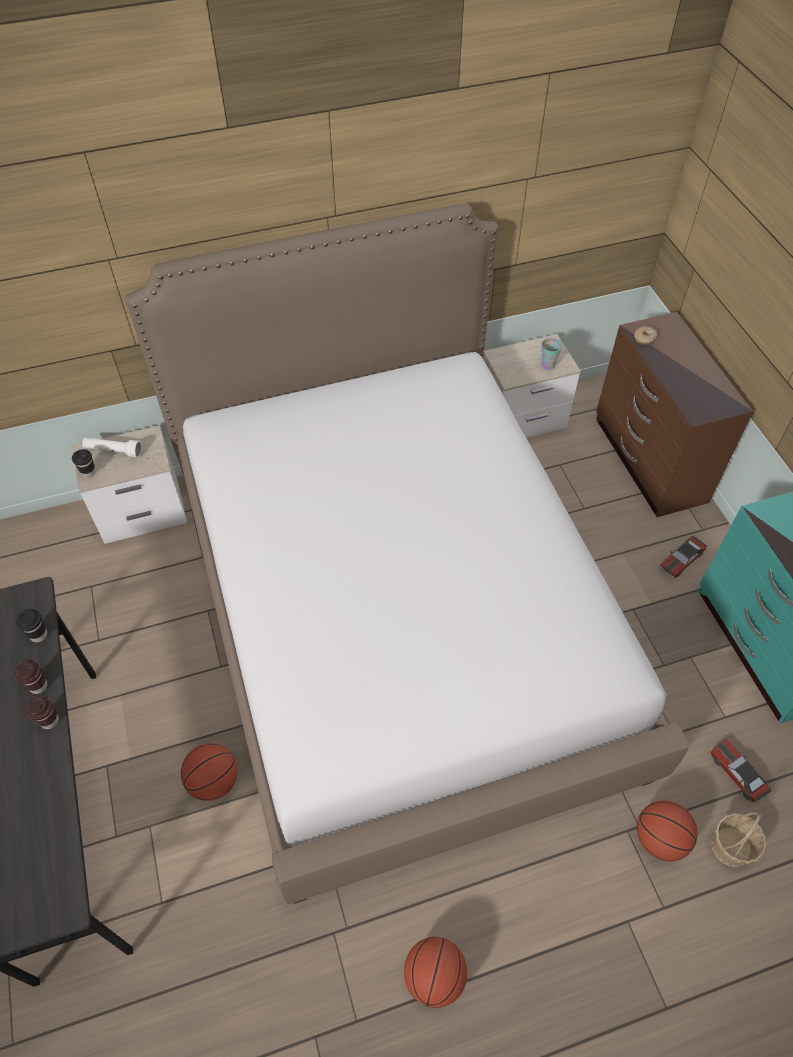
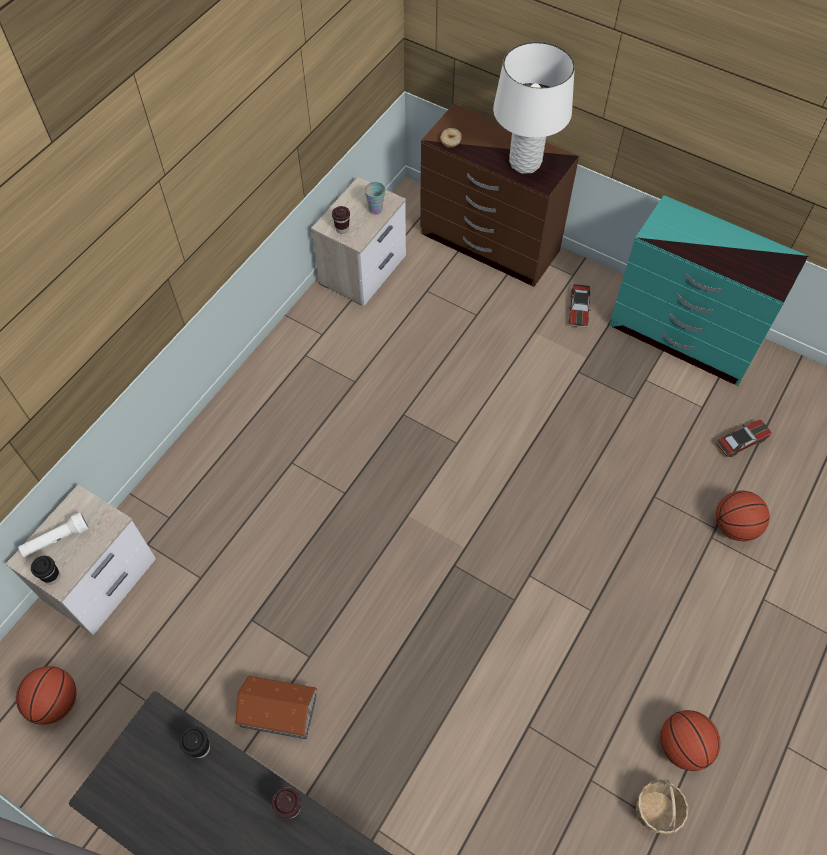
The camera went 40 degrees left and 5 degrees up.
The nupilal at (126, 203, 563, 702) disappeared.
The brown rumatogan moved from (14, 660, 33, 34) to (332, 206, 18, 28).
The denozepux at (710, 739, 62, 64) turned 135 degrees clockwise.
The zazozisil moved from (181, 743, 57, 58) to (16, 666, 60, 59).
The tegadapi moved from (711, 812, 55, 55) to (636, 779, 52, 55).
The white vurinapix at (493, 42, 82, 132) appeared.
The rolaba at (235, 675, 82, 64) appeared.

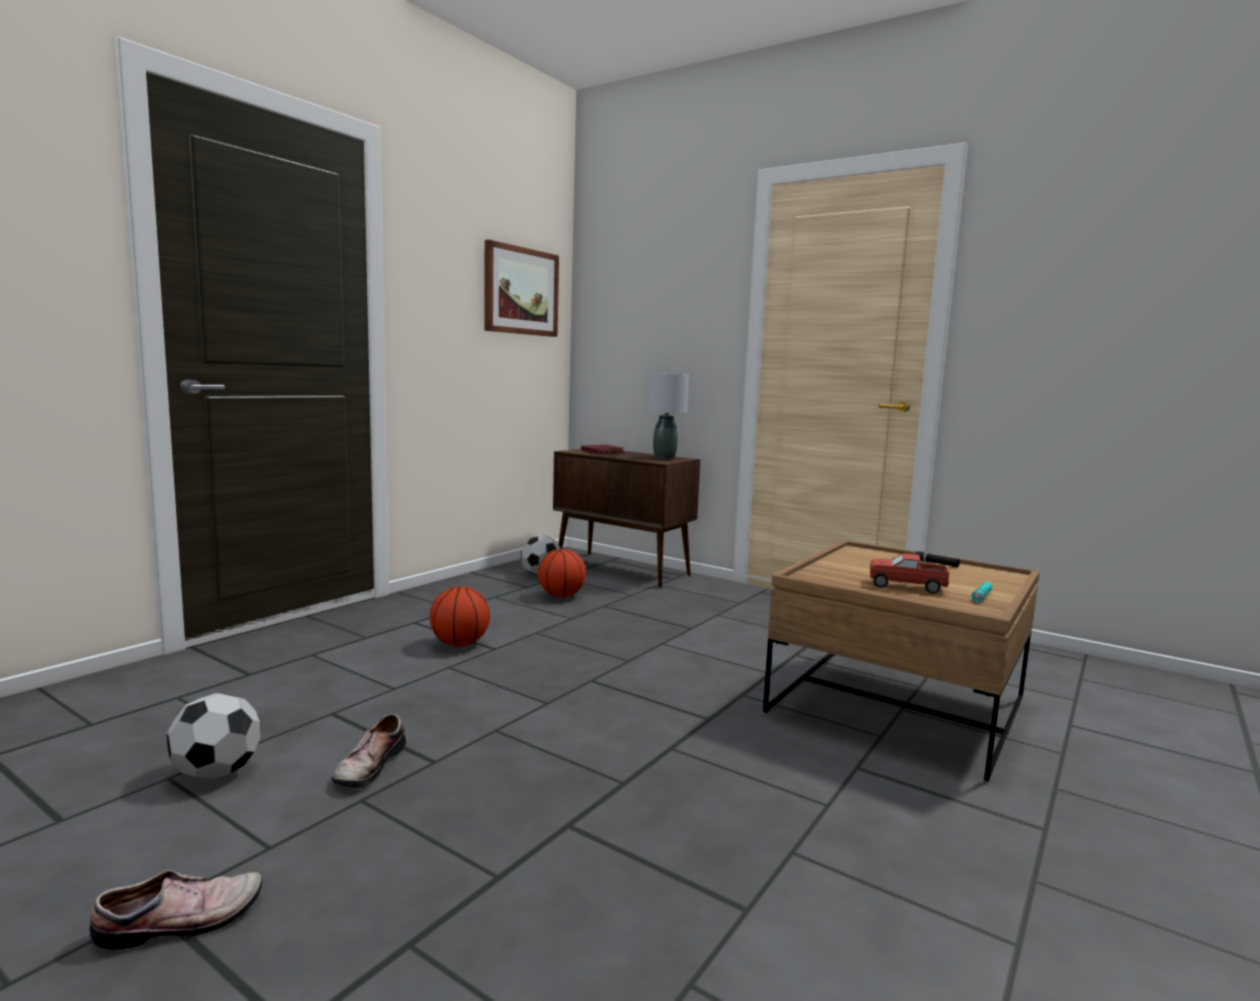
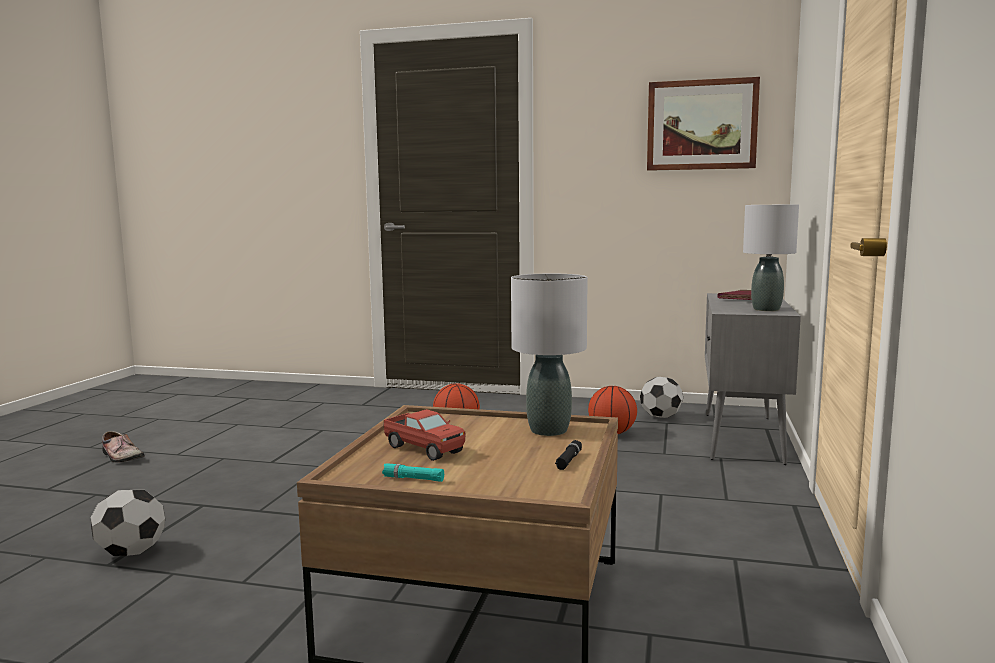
The camera went 70 degrees right and 0 degrees up.
The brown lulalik at (553, 449, 147, 139) became the grey lulalik at (705, 293, 96, 172).
The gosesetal at (870, 554, 79, 40) turned 135 degrees clockwise.
The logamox moved from (166, 693, 95, 87) to (90, 490, 75, 66).
The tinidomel at (332, 714, 74, 74) disappeared.
The grey vurinapix at (511, 274, 77, 162) appeared.

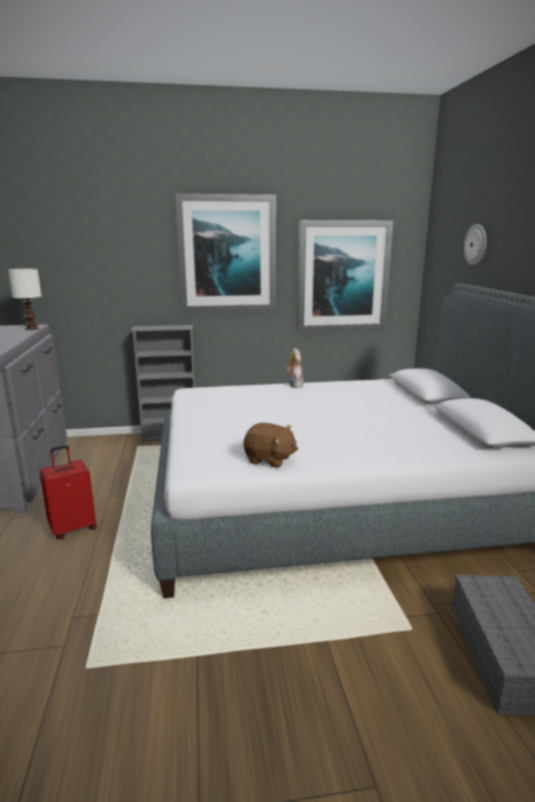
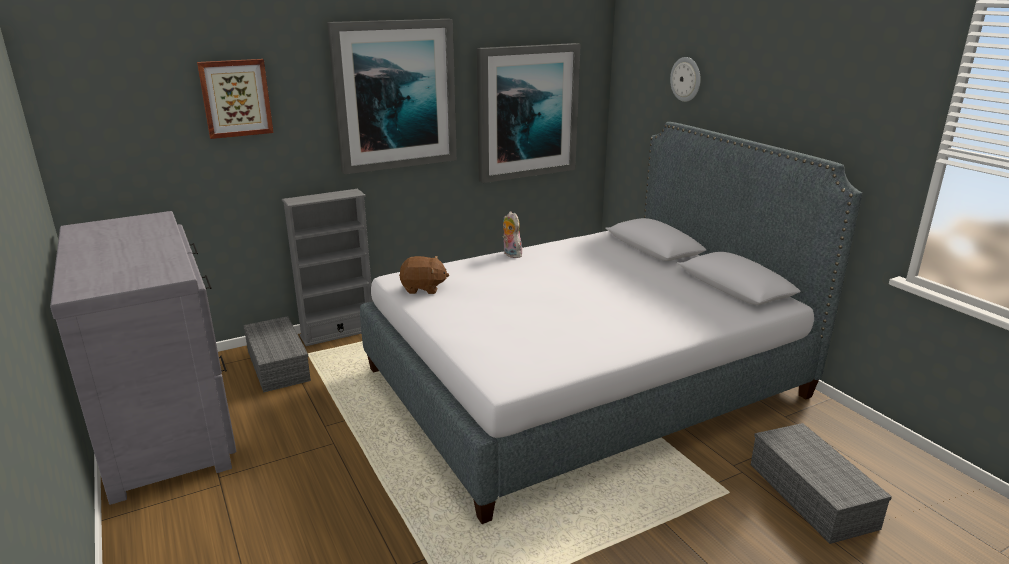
The camera went 20 degrees left and 5 degrees up.
The white vurinapix at (8, 269, 33, 61) disappeared.
The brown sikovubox moved from (243, 423, 55, 45) to (399, 256, 50, 38).
The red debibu at (40, 445, 57, 94) disappeared.
The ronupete at (197, 59, 77, 80) appeared.
The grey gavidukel at (243, 316, 68, 77) appeared.

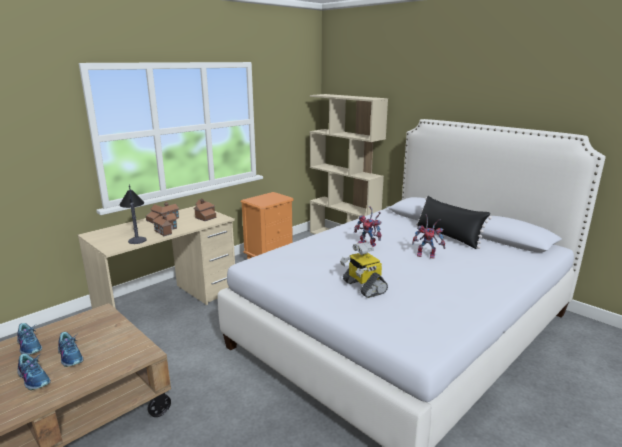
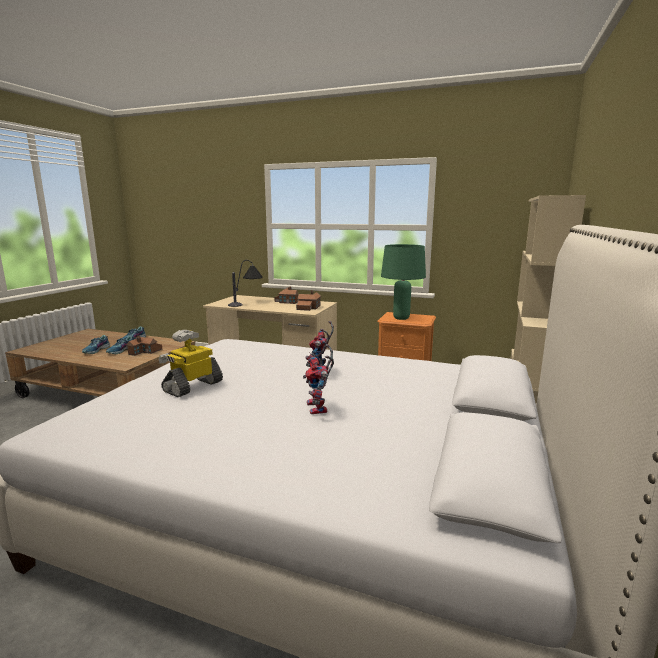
The camera went 65 degrees right and 5 degrees down.
The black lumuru at (416, 196, 76, 53) disappeared.
The rolaba moved from (153, 213, 24, 23) to (126, 336, 36, 20).
The green vurinapix at (381, 244, 45, 76) appeared.

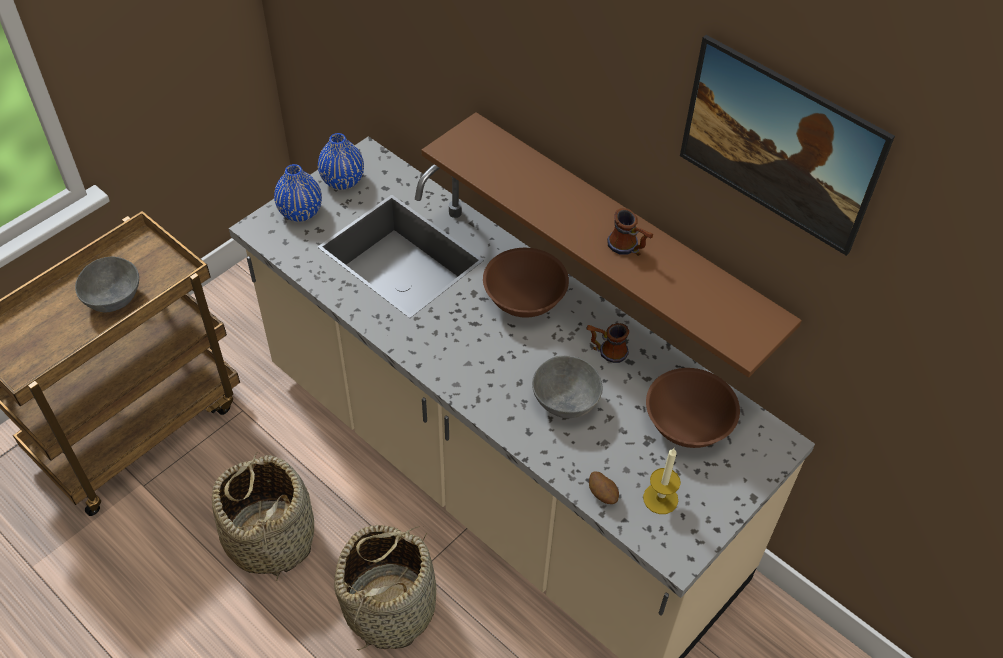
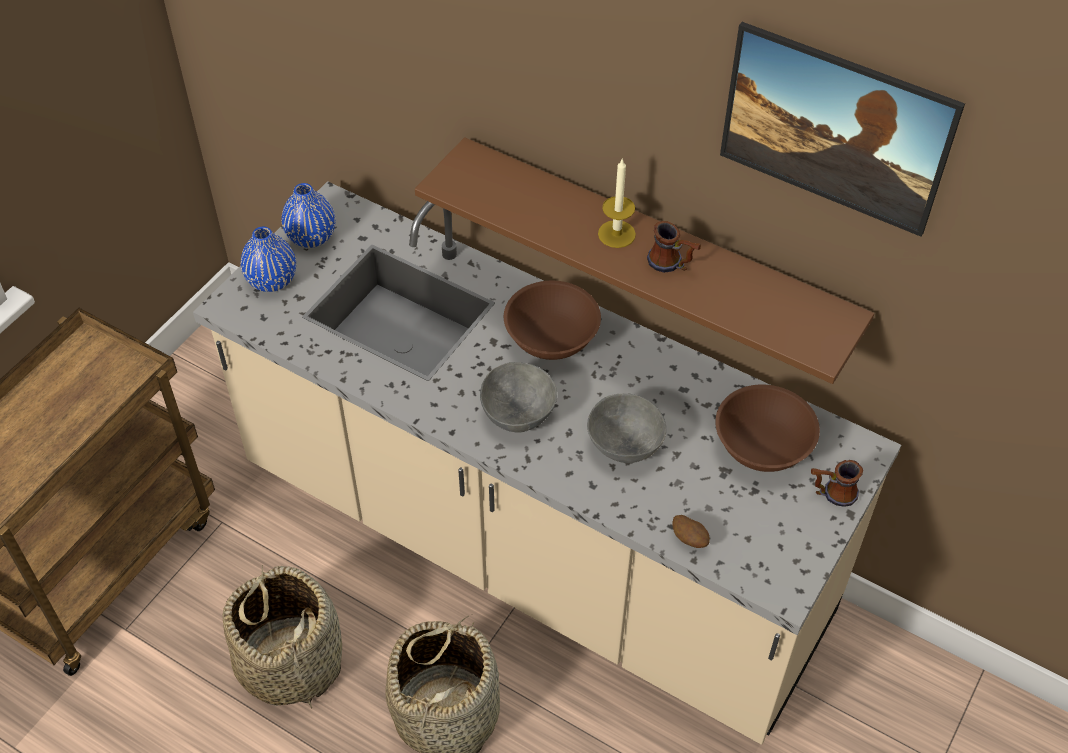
The camera went 10 degrees left and 0 degrees up.
The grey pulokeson moved from (75, 256, 64, 57) to (480, 362, 77, 71).
The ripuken moved from (586, 323, 43, 40) to (811, 460, 52, 47).
The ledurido moved from (643, 448, 38, 66) to (598, 158, 38, 90).

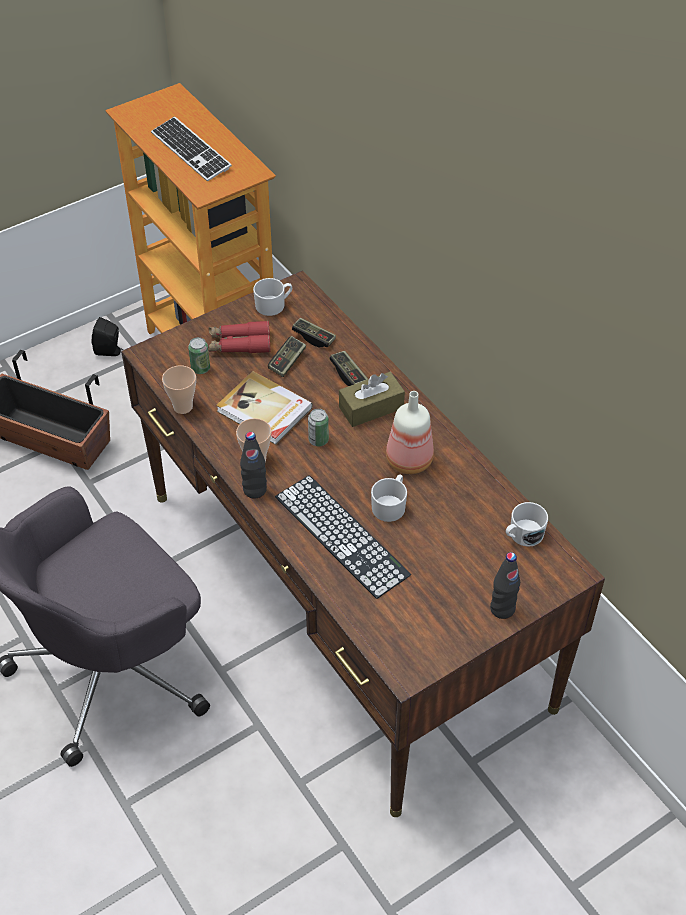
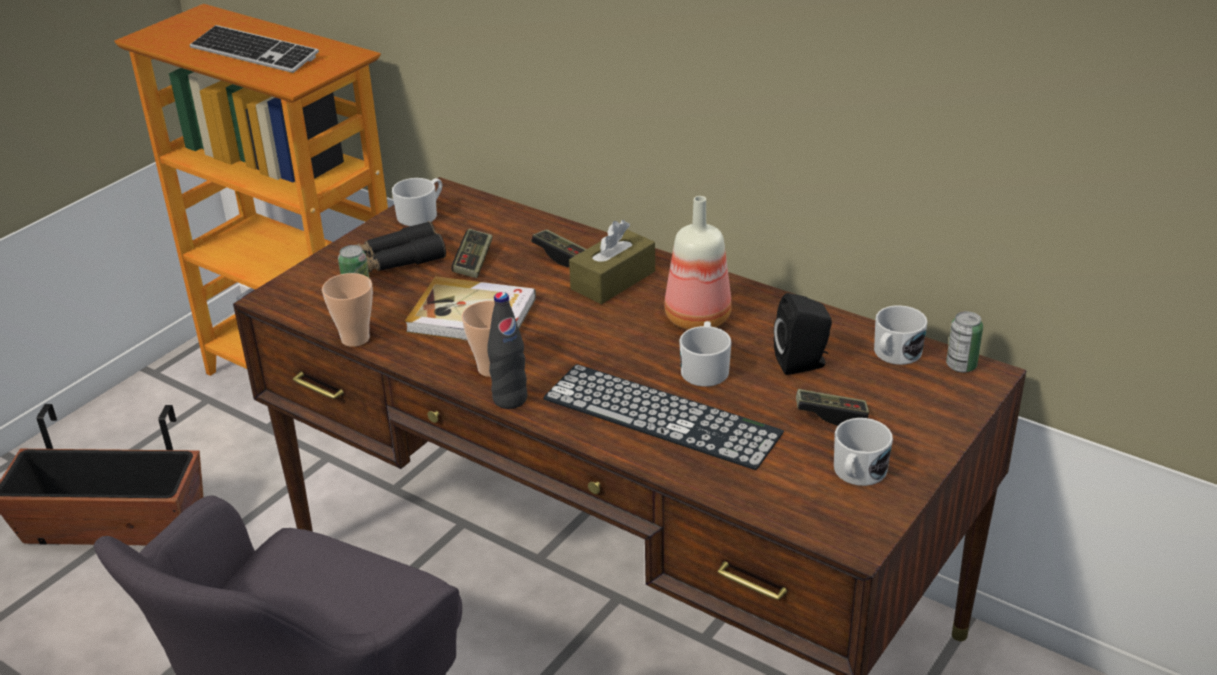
The camera went 20 degrees left and 15 degrees down.
The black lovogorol moved from (92, 317, 31, 39) to (774, 293, 58, 82).
The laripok moved from (292, 318, 44, 29) to (796, 389, 73, 37).
The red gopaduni at (208, 321, 63, 32) became the black gopaduni at (357, 221, 89, 51).
The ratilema moved from (308, 409, 21, 37) to (946, 311, 37, 62).
The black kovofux at (490, 552, 30, 67) disappeared.
The white ripuken at (834, 418, 59, 68) appeared.

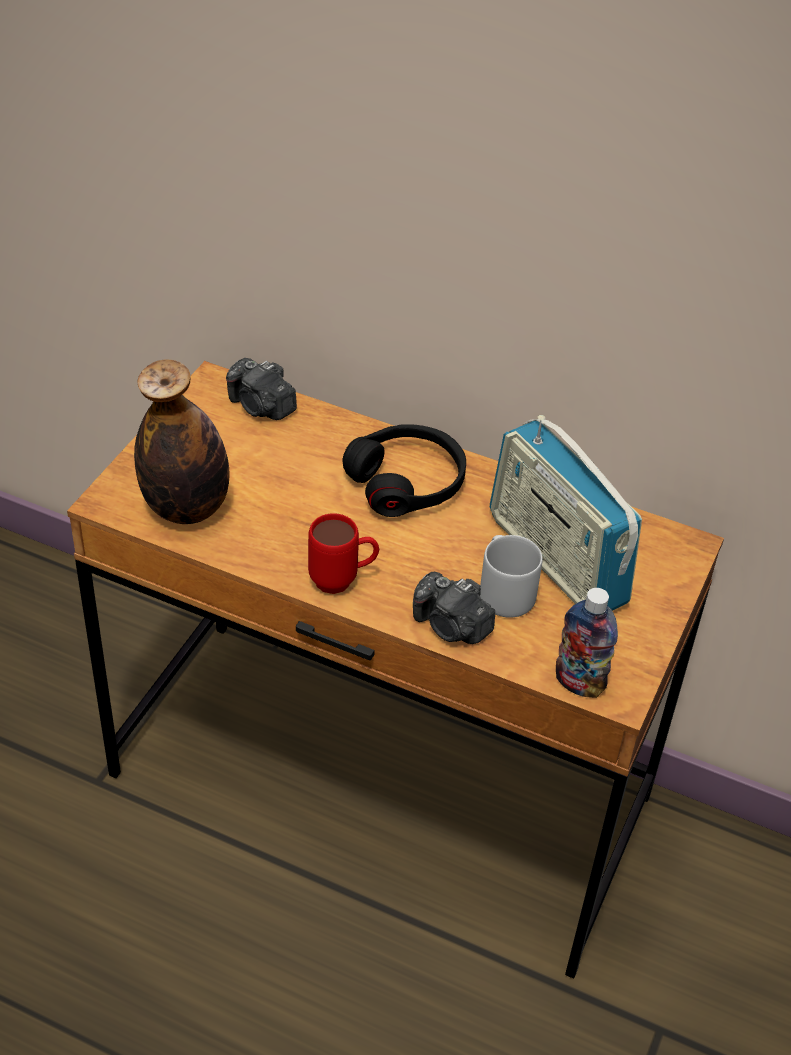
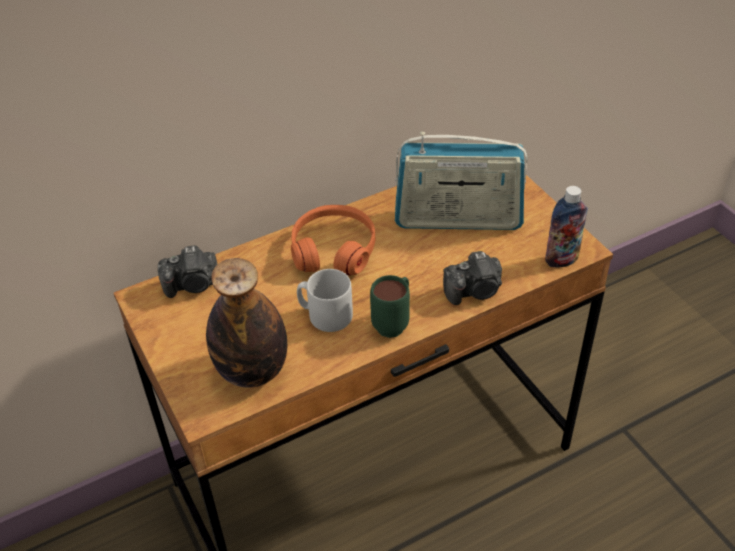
The camera went 50 degrees left and 0 degrees up.
The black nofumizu at (343, 424, 123, 93) became the orange nofumizu at (291, 205, 84, 71).
The red ripuken at (308, 513, 71, 81) became the green ripuken at (370, 275, 40, 63).
The grey ripuken moved from (480, 535, 63, 82) to (297, 269, 56, 63).

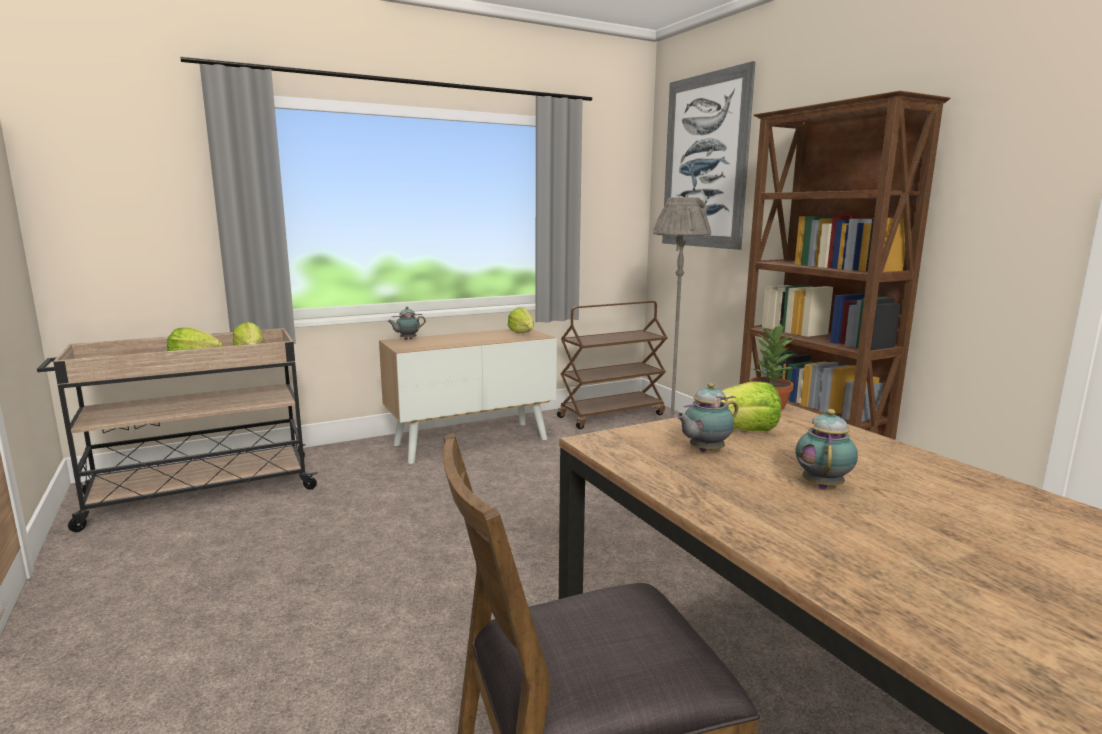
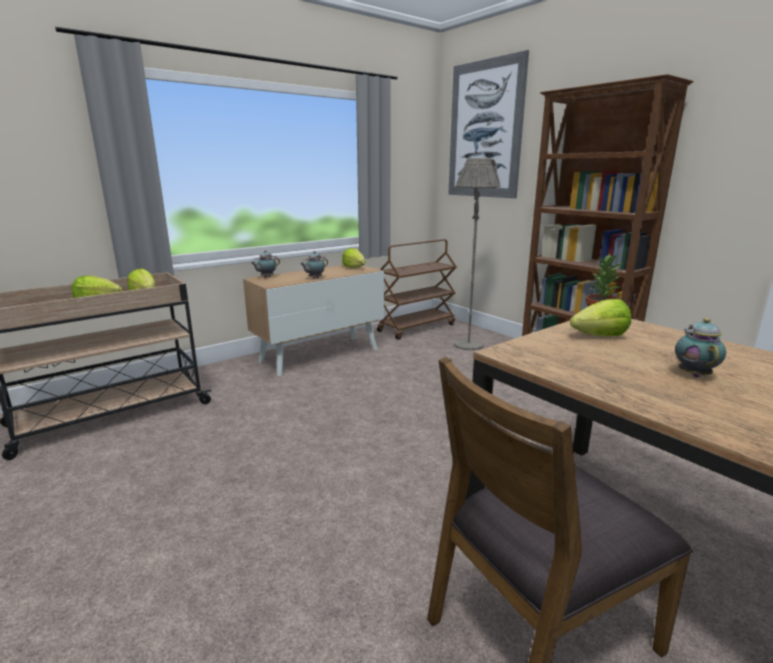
The camera went 10 degrees left and 5 degrees up.
The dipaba moved from (675, 383, 63, 69) to (300, 251, 28, 28).

